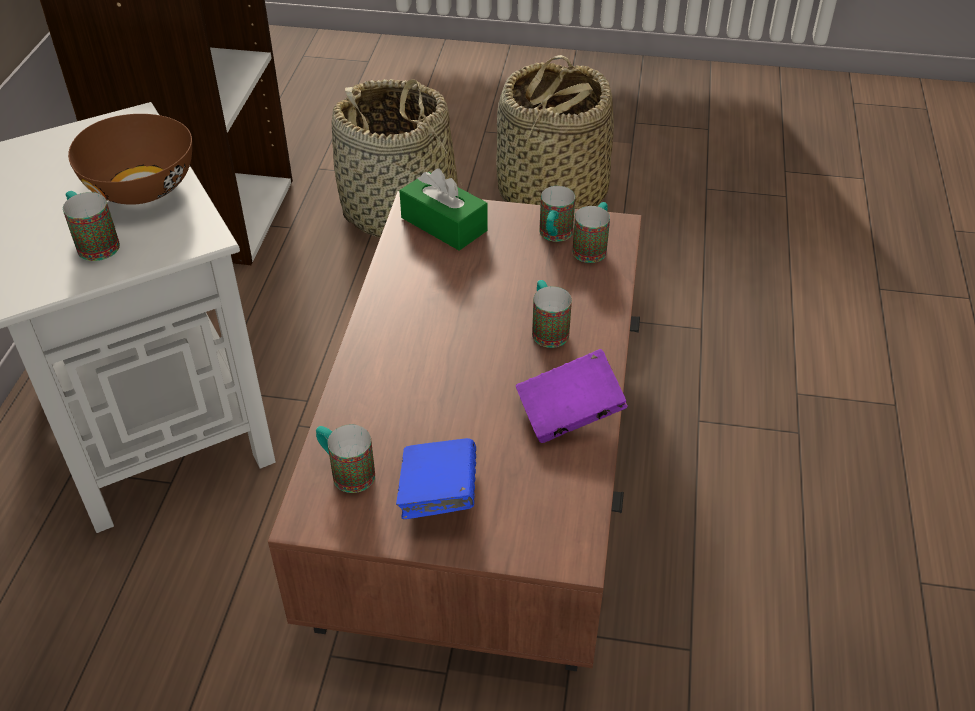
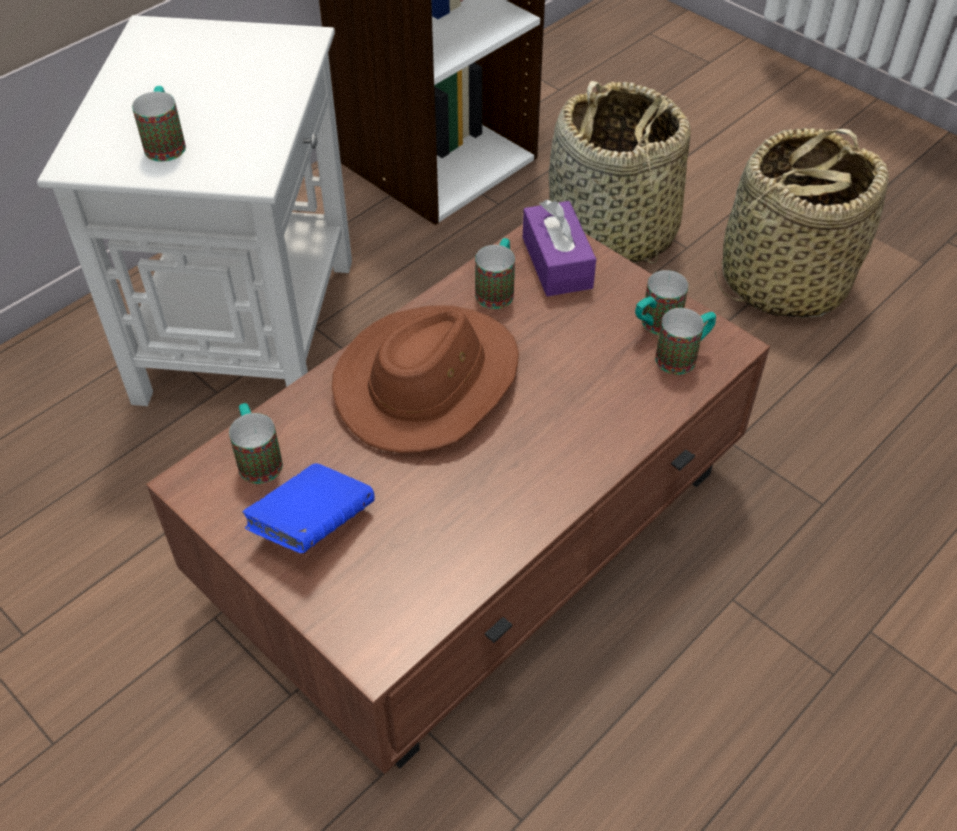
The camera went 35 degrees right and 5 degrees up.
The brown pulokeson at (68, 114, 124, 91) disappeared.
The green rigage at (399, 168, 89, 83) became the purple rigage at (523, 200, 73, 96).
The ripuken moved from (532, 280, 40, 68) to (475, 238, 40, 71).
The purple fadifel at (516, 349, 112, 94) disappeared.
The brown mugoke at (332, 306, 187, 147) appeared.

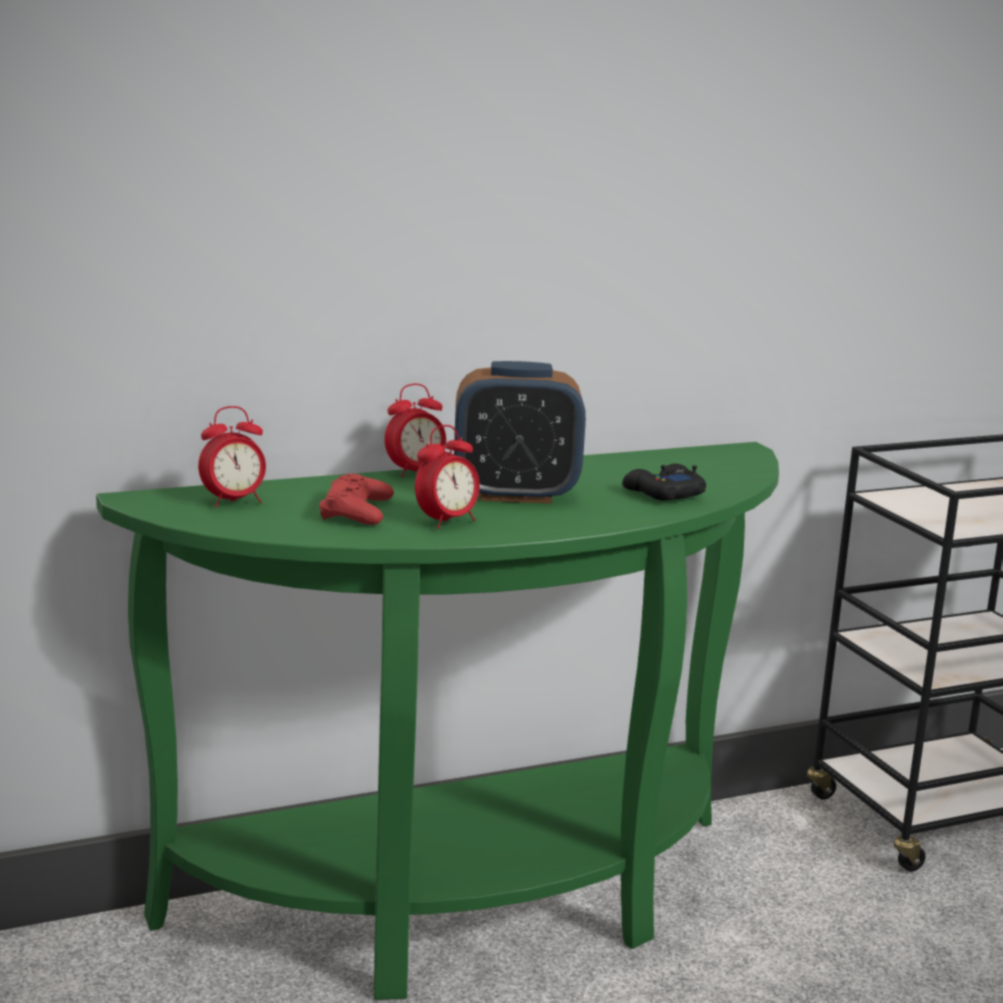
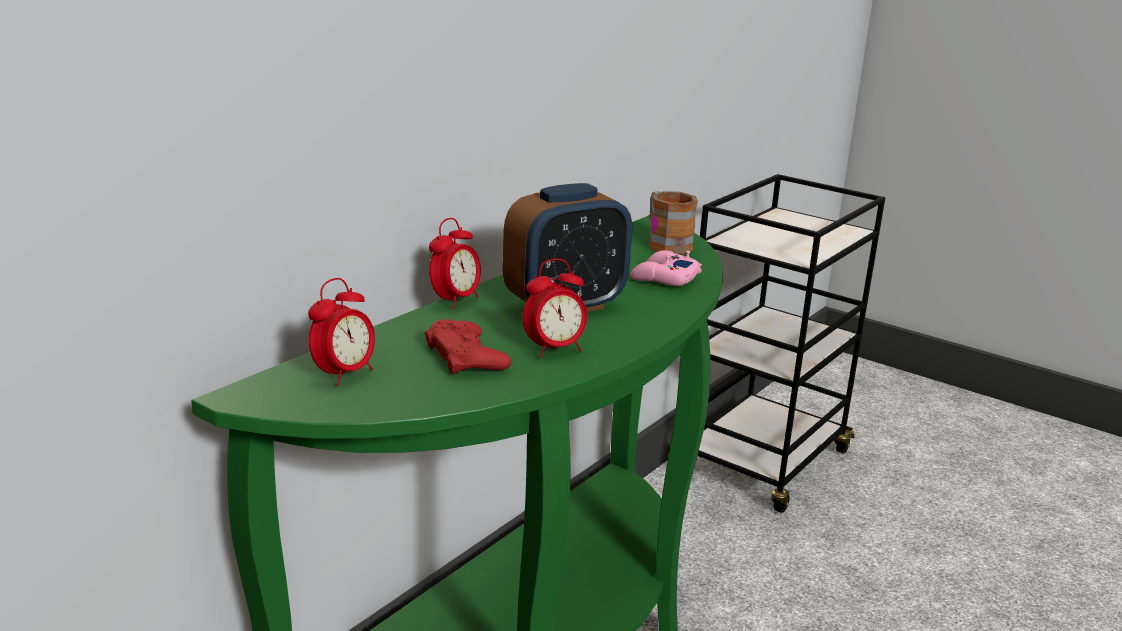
The camera went 30 degrees left and 5 degrees up.
The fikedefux at (415, 425, 65, 104) turned 45 degrees clockwise.
The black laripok at (622, 464, 84, 36) became the pink laripok at (630, 250, 72, 36).
The ripuken at (649, 191, 49, 64) appeared.

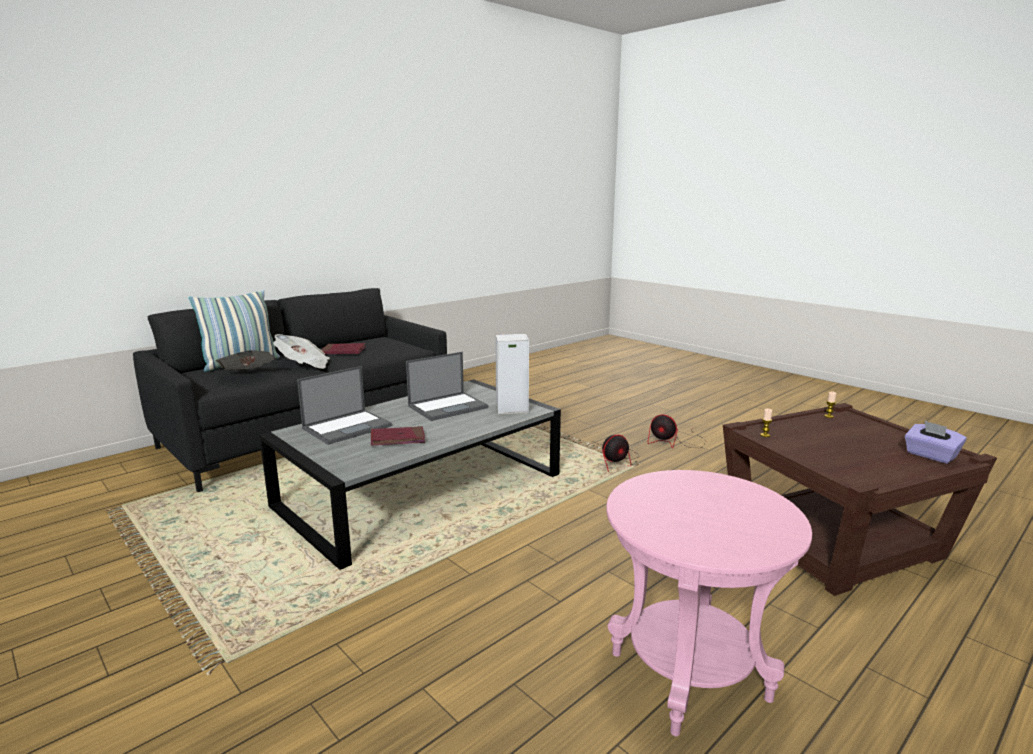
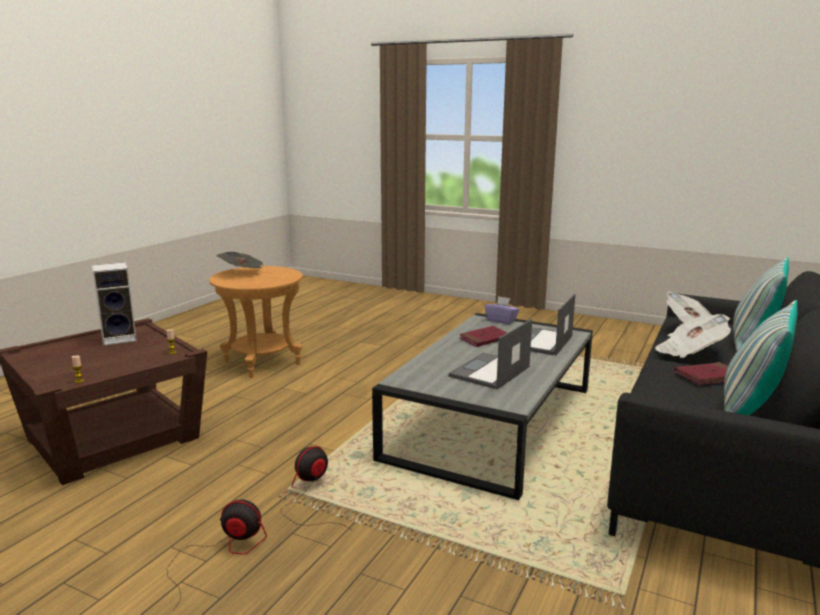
The camera went 160 degrees right and 0 degrees up.
The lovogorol moved from (495, 334, 34, 80) to (92, 262, 45, 84).
The purple rigage moved from (905, 421, 62, 43) to (485, 296, 34, 28).
The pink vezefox at (606, 470, 206, 266) became the brown vezefox at (209, 266, 94, 112).
The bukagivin at (216, 252, 48, 17) appeared.
The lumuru at (724, 300, 73, 115) appeared.

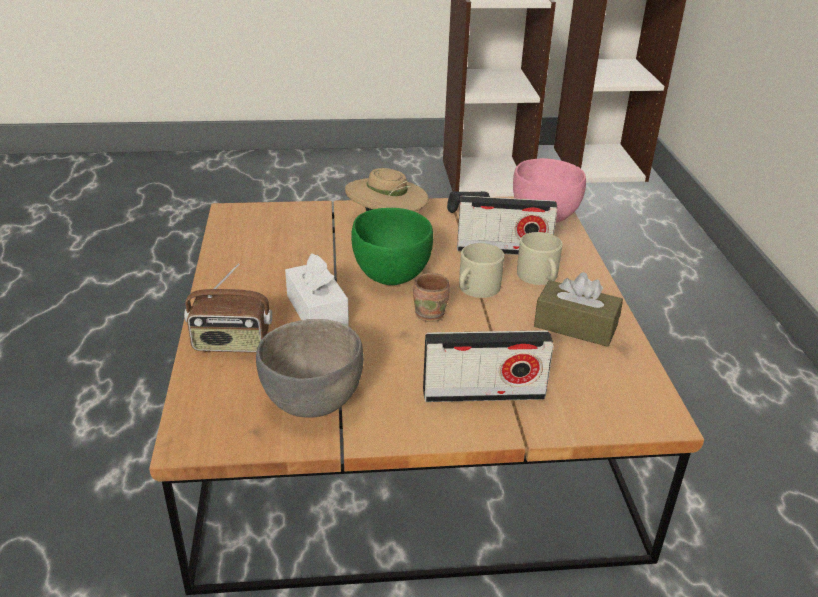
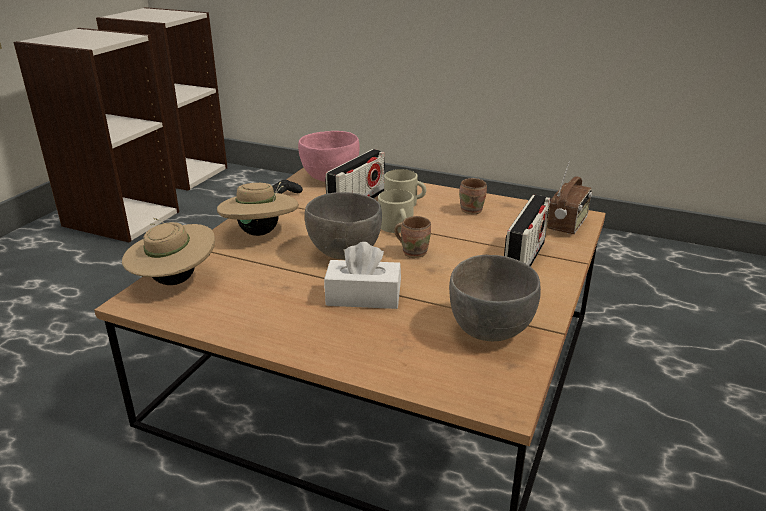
The camera went 60 degrees left and 5 degrees down.
The green pulokeson at (351, 208, 82, 77) became the grey pulokeson at (305, 192, 77, 68).
The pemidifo moved from (184, 263, 88, 89) to (547, 160, 45, 74).
The brown rigage at (534, 272, 89, 75) was replaced by the brown ripuken at (459, 178, 28, 36).
The beige mugoke at (122, 218, 93, 67) appeared.

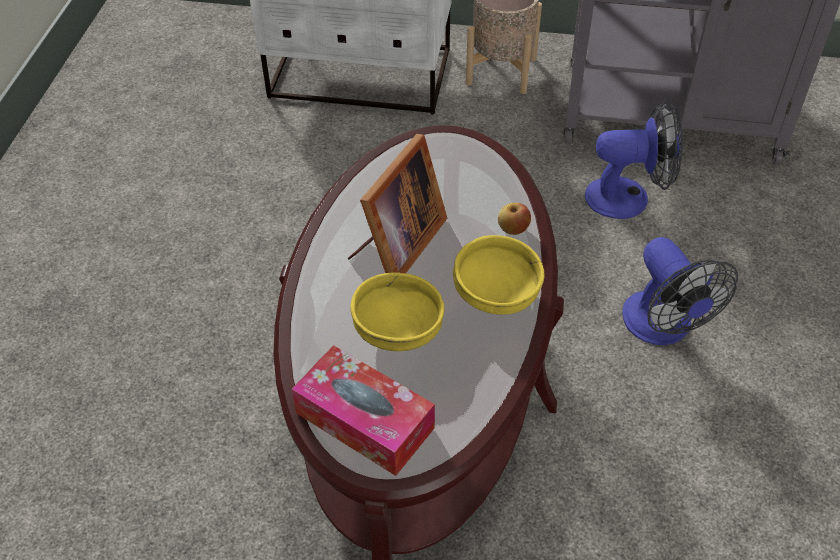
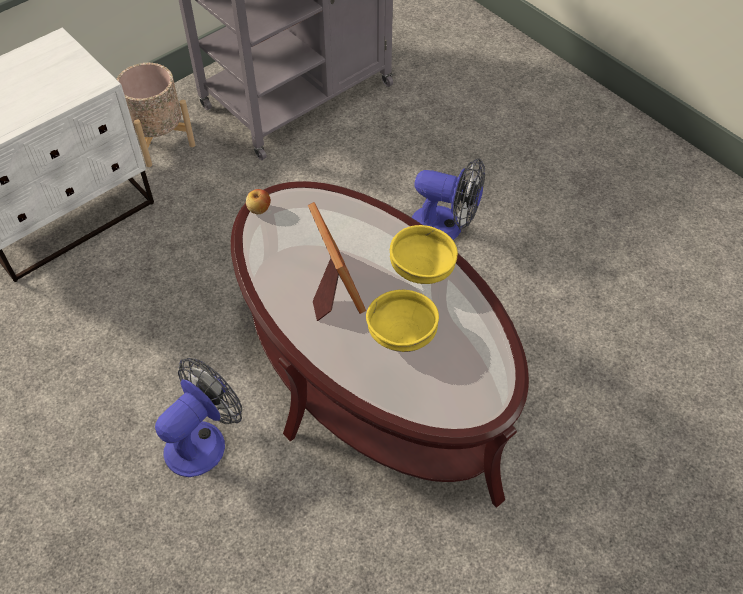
The camera went 50 degrees left and 5 degrees up.
The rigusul moved from (585, 102, 98, 117) to (155, 358, 87, 119).
The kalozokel moved from (498, 203, 33, 32) to (246, 189, 25, 25).
The rigage at (292, 345, 143, 131) disappeared.

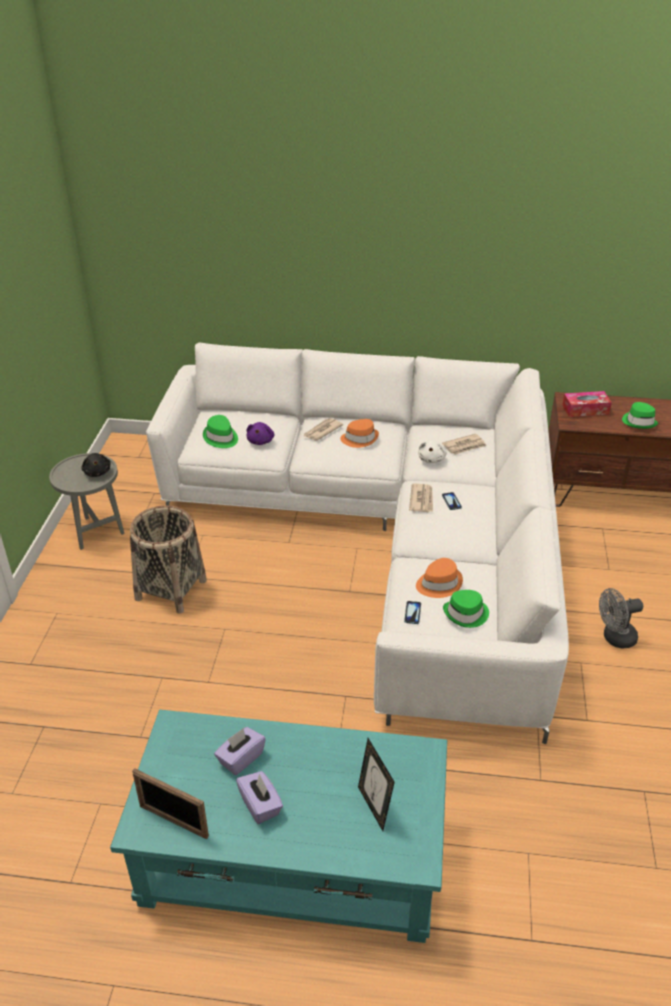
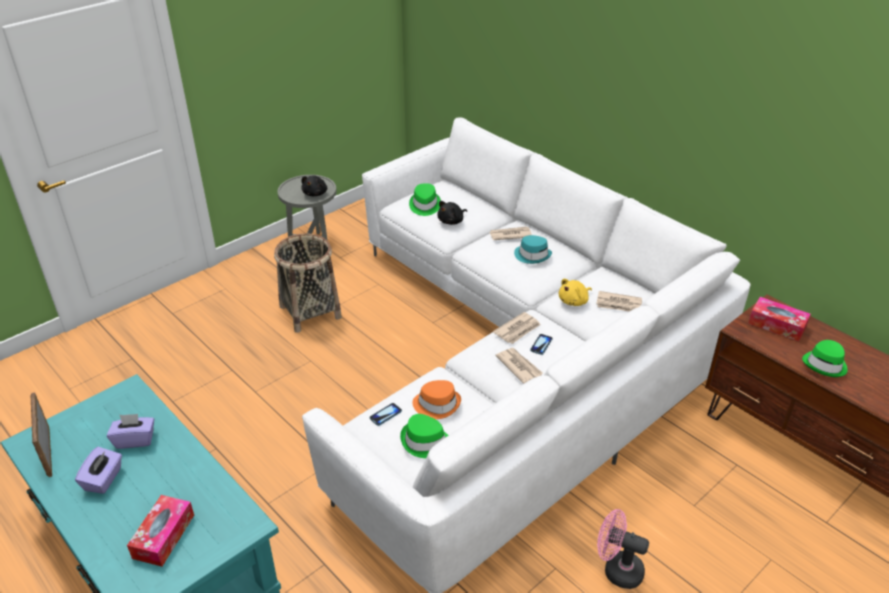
The camera went 40 degrees right and 0 degrees up.
The orange mugoke at (340, 419, 39, 29) became the turquoise mugoke at (514, 235, 38, 29).
The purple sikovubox at (247, 422, 27, 23) became the black sikovubox at (437, 201, 30, 24).
The white sikovubox at (418, 440, 29, 23) became the yellow sikovubox at (559, 279, 33, 27).
The grey rigusul at (599, 588, 44, 60) became the pink rigusul at (597, 509, 52, 80).
The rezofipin at (358, 738, 37, 93) was replaced by the rigage at (127, 495, 67, 71).
The bukagivin at (495, 348, 48, 36) appeared.

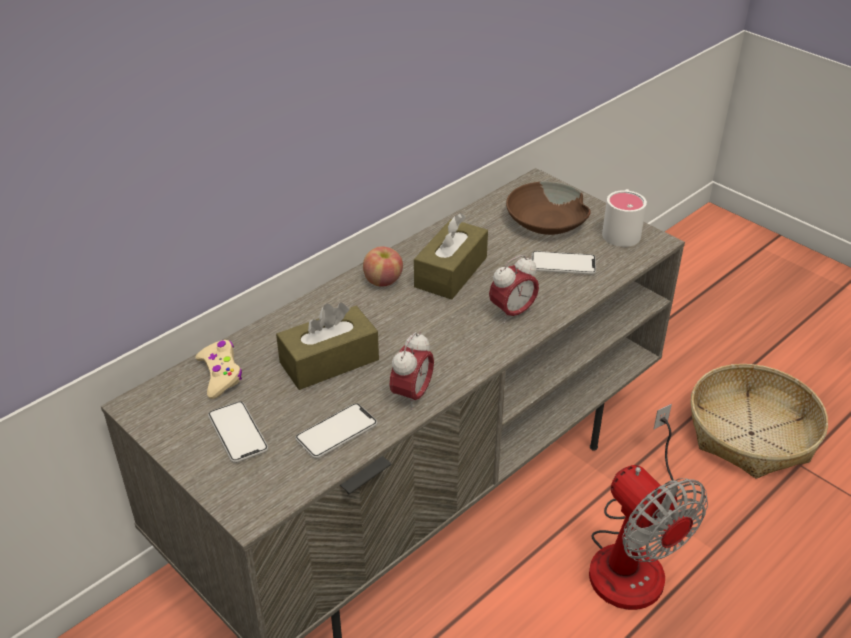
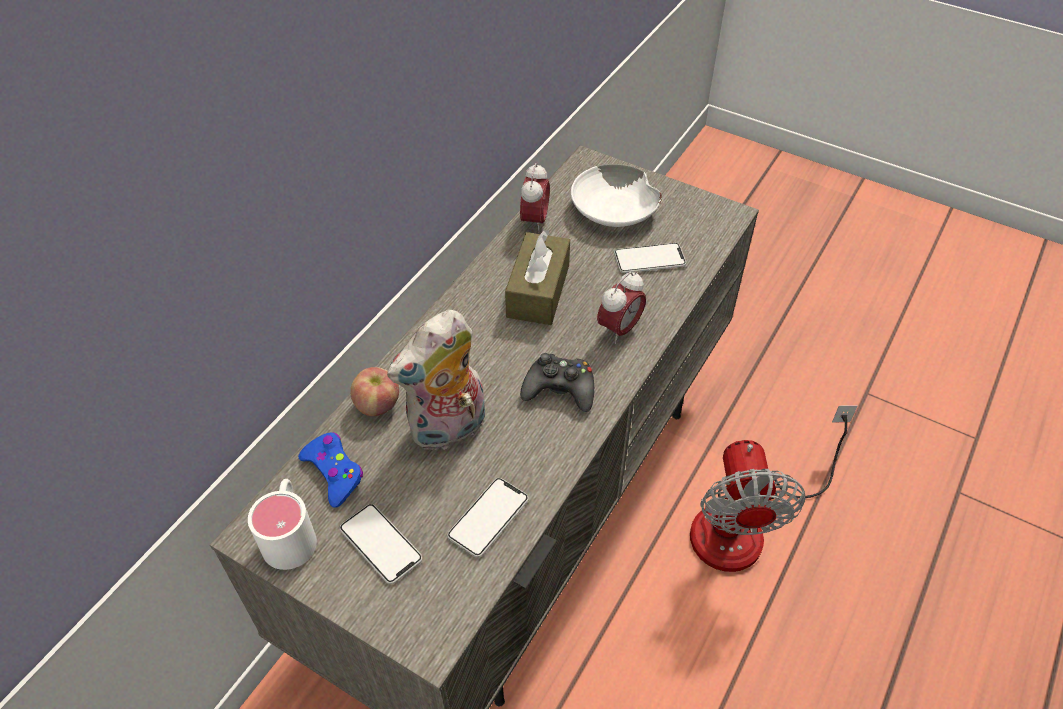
The camera went 15 degrees left and 10 degrees up.
The brown pulokeson at (506, 182, 85, 53) became the white pulokeson at (571, 164, 91, 63).
The white ripuken moved from (602, 189, 45, 58) to (248, 479, 69, 91).
The kalozokel moved from (363, 246, 40, 41) to (350, 367, 49, 49).
The brown rigage at (276, 303, 103, 87) was replaced by the sikovubox at (387, 310, 98, 142).
The fikedefux moved from (390, 331, 44, 79) to (520, 162, 30, 71).
The beige laripok at (195, 340, 47, 59) became the blue laripok at (298, 432, 65, 76).
The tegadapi at (690, 364, 138, 115) disappeared.
The rigusul at (589, 404, 119, 206) turned 45 degrees clockwise.
The black laripok at (520, 353, 74, 59) appeared.

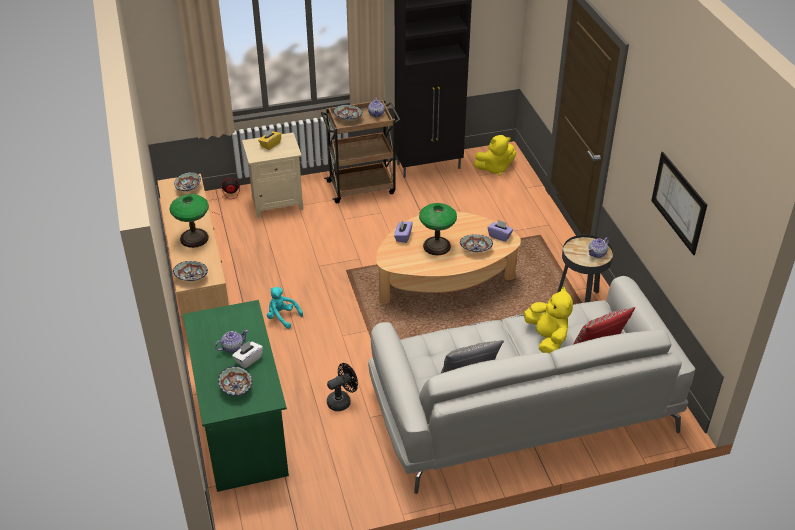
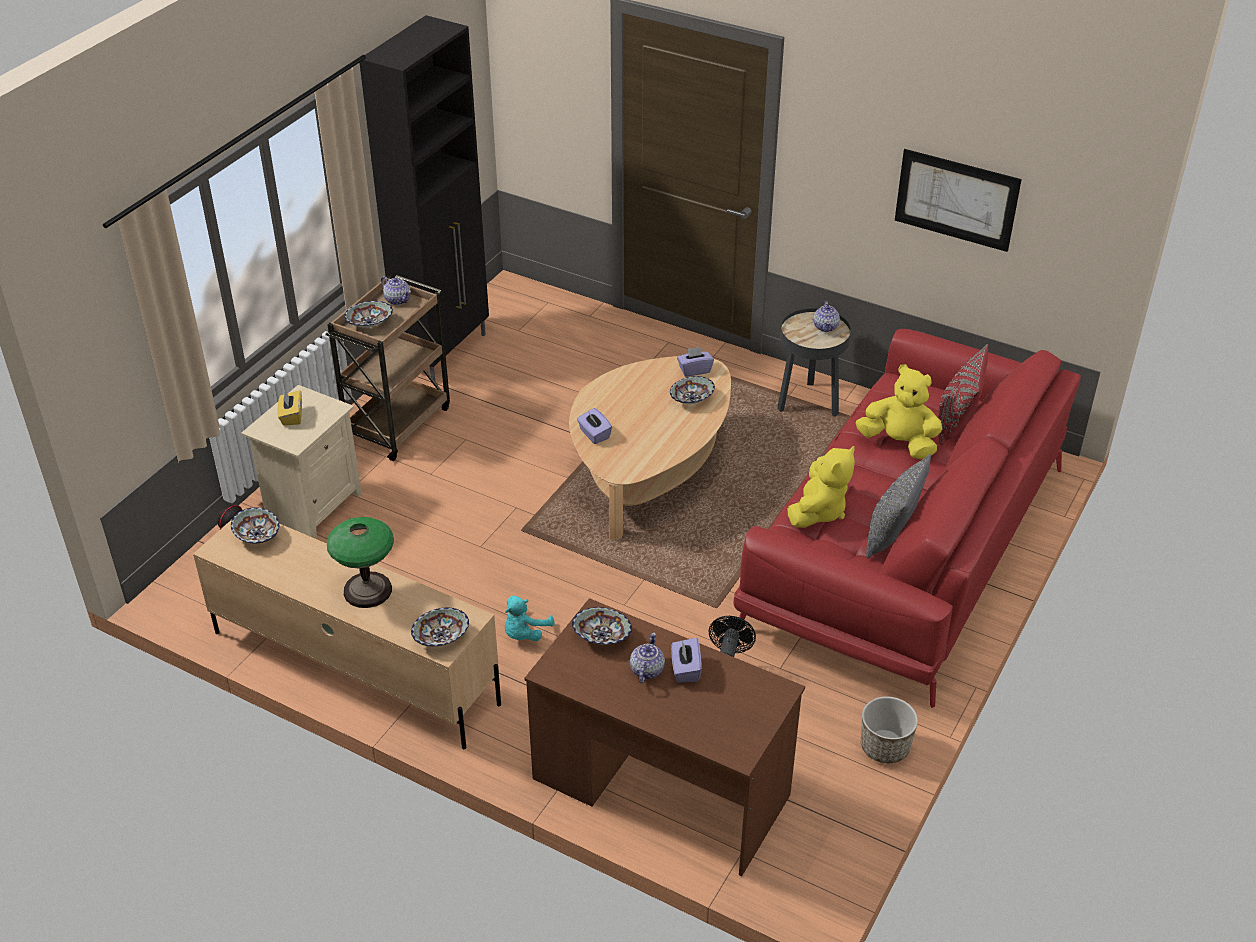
The camera went 45 degrees left and 0 degrees up.
The yellow sikovubox moved from (474, 135, 42, 41) to (788, 446, 67, 82).
The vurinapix at (419, 203, 38, 52) disappeared.
The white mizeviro at (368, 276, 327, 218) became the red mizeviro at (734, 329, 347, 379).
The turquoise sikovubox at (267, 287, 36, 42) turned 45 degrees counterclockwise.
The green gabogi at (183, 300, 106, 192) became the brown gabogi at (524, 598, 281, 278).
The white rigage at (232, 341, 31, 27) became the purple rigage at (671, 638, 31, 44).
The pulokeson moved from (218, 367, 34, 29) to (572, 607, 60, 38).
The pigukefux at (861, 696, 57, 67) appeared.

